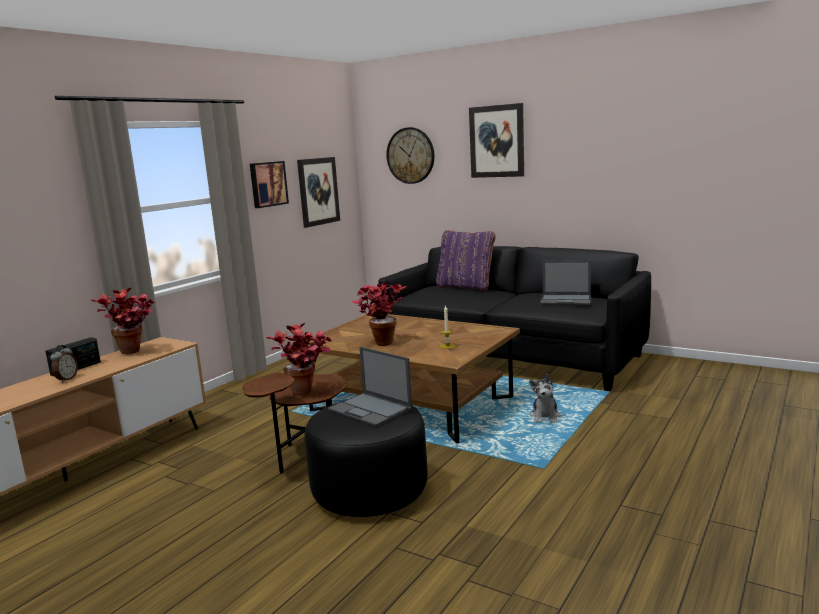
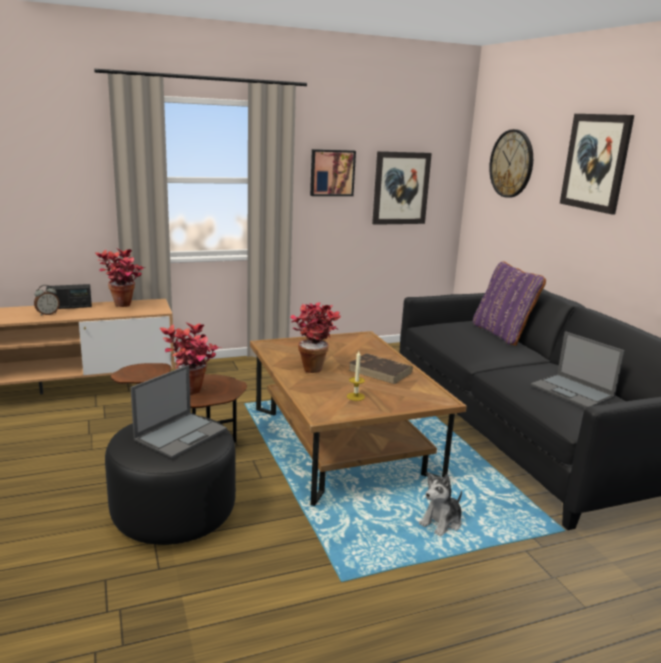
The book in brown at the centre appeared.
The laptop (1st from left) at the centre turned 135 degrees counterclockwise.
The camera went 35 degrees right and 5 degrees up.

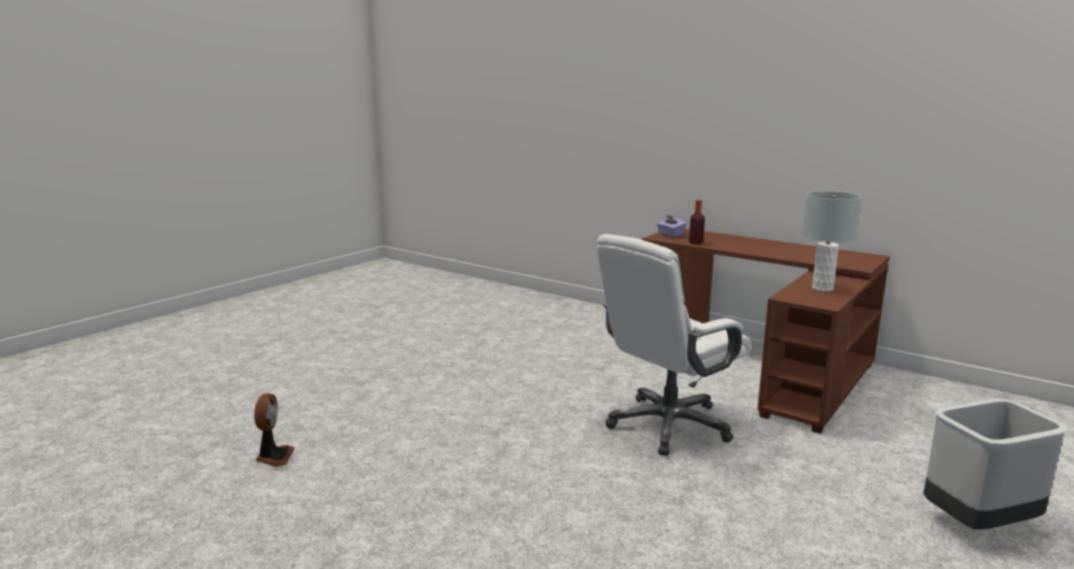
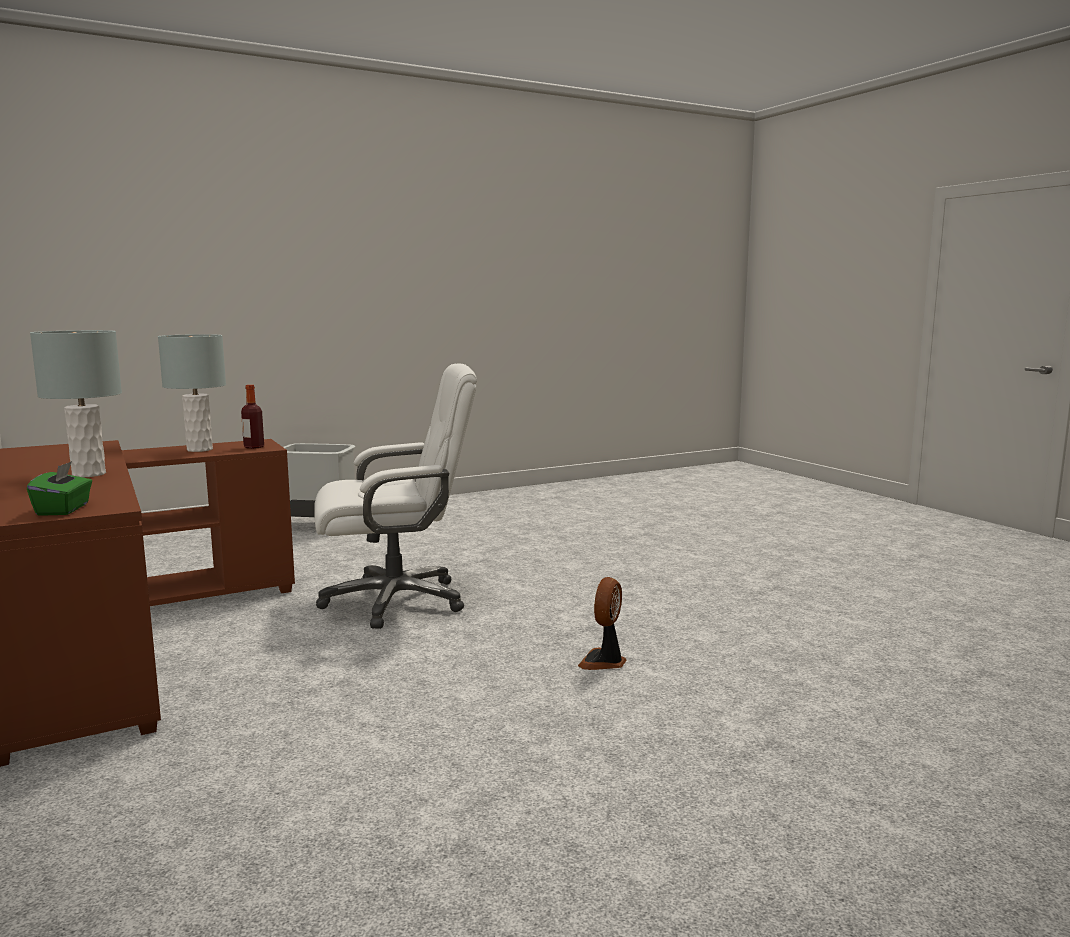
The table lamp in grey (1st from left) at the middle left appeared.
The fan moved from the bottom left to the centre.
The bottle moved from the centre to the middle left.
The tissue box in purple at the centre became the tissue box in green at the middle left.
The camera went 155 degrees left and 5 degrees down.

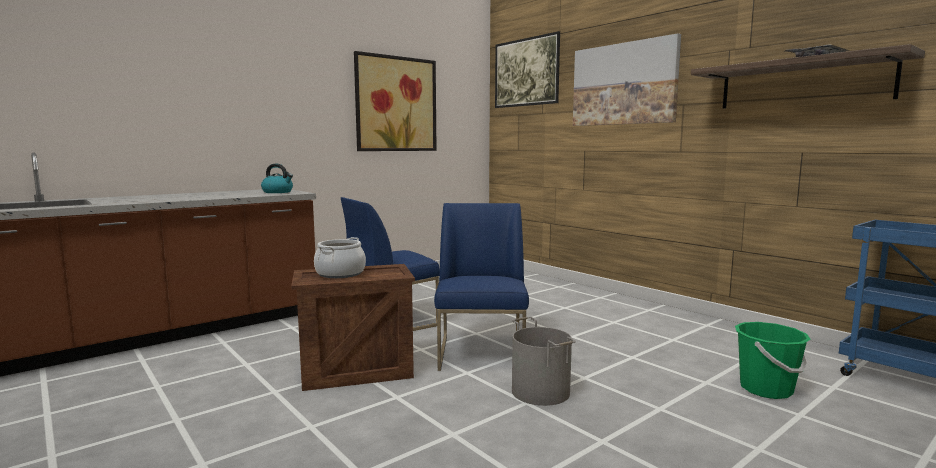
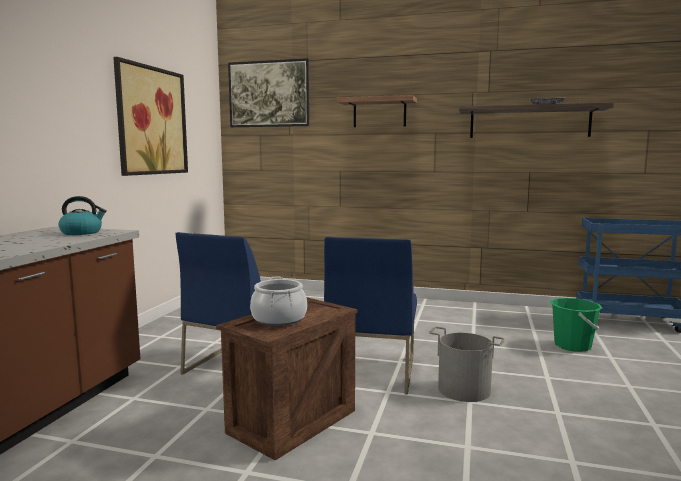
The picture (3rd from left) at the top right was replaced by the shelf (1st from left) at the top centre.
The chair in blue (2nd from left) at the centre turned 135 degrees counterclockwise.
The camera went 35 degrees left and 0 degrees up.

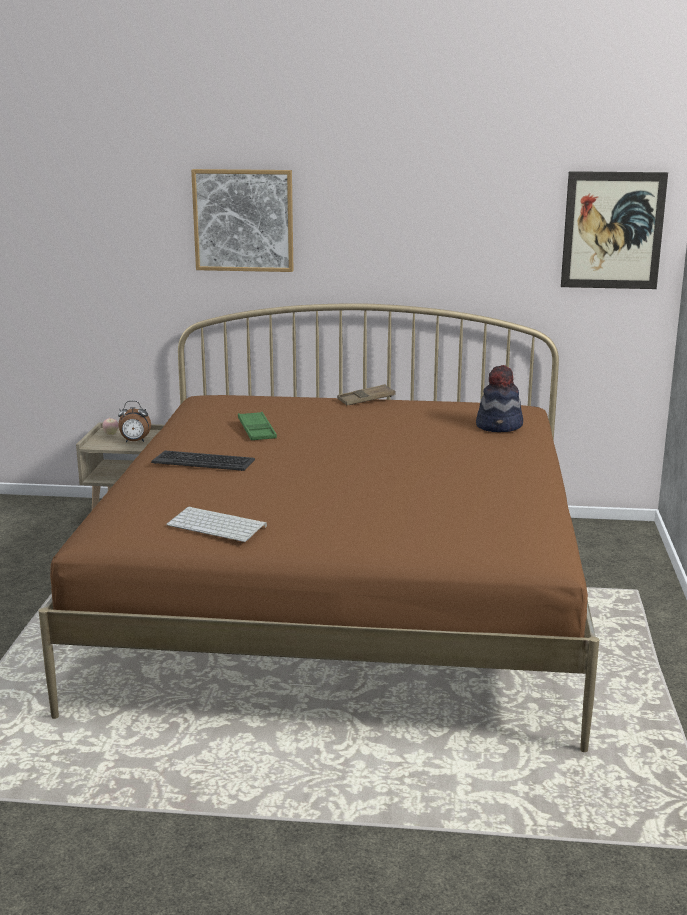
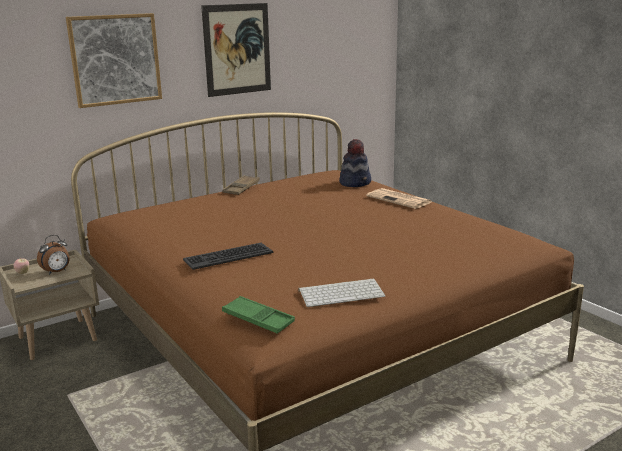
The newspaper at the centre appeared.
The tray in green moved from the centre to the bottom centre.
The picture (2nd from left) moved from the top right to the top centre.
The camera went 40 degrees left and 0 degrees up.

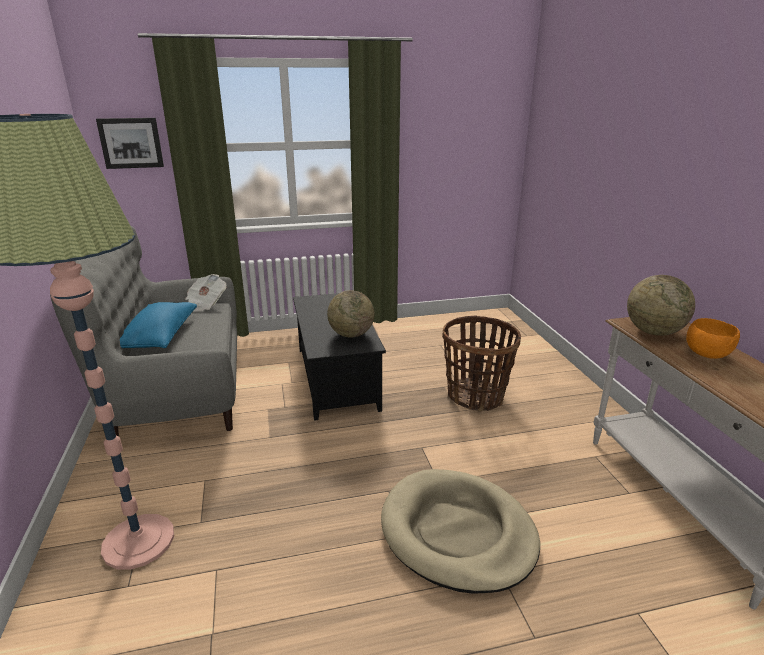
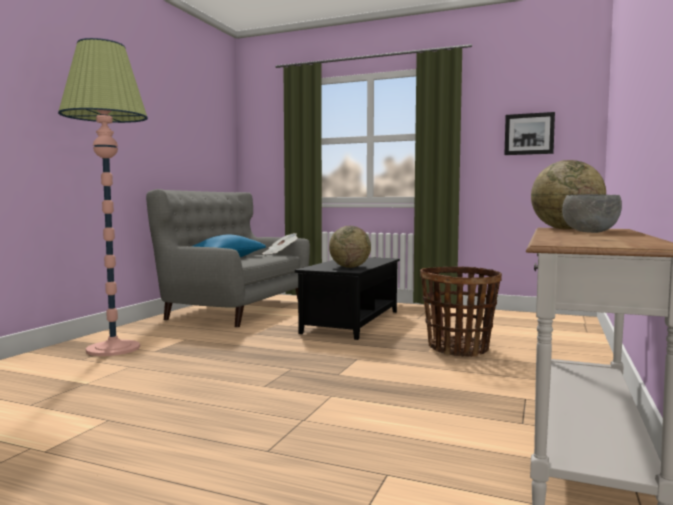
The dog bed in beige at the bottom centre disappeared.
The picture moved from the top left to the top right.
The bowl in orange at the middle right became the bowl in grey at the middle right.
The camera went 35 degrees right and 20 degrees down.

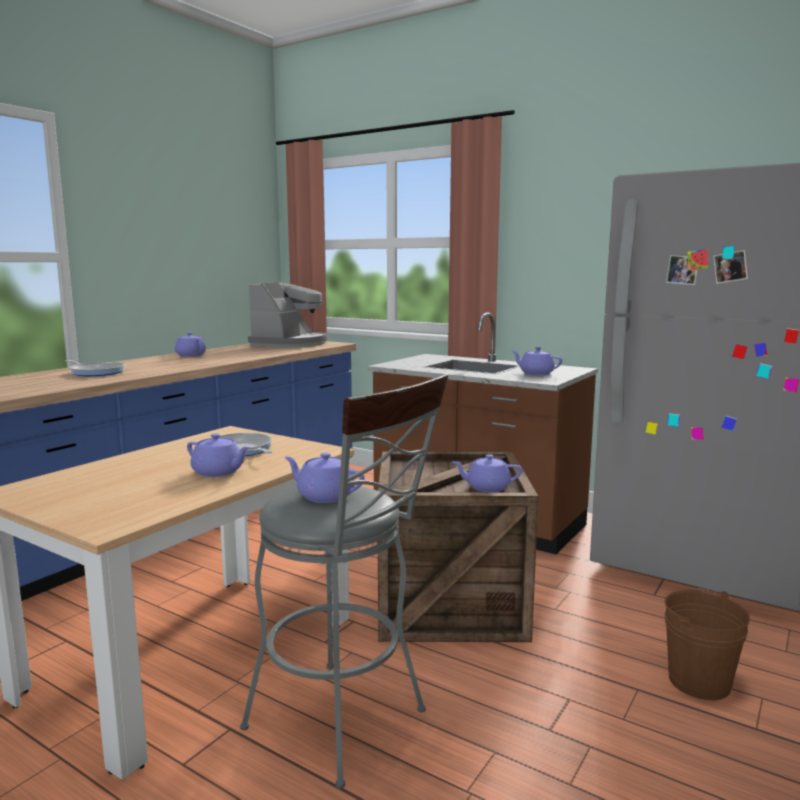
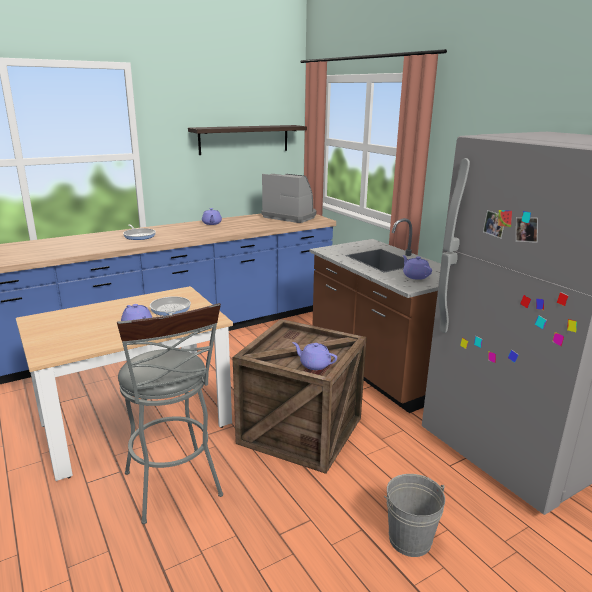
The teapot in purple (3rd from left) at the centre disappeared.
The shelf at the top centre appeared.
The bucket in brown at the bottom right became the bucket in grey at the bottom right.
The coffee machine at the centre turned 105 degrees counterclockwise.
The camera went 25 degrees right and 10 degrees up.

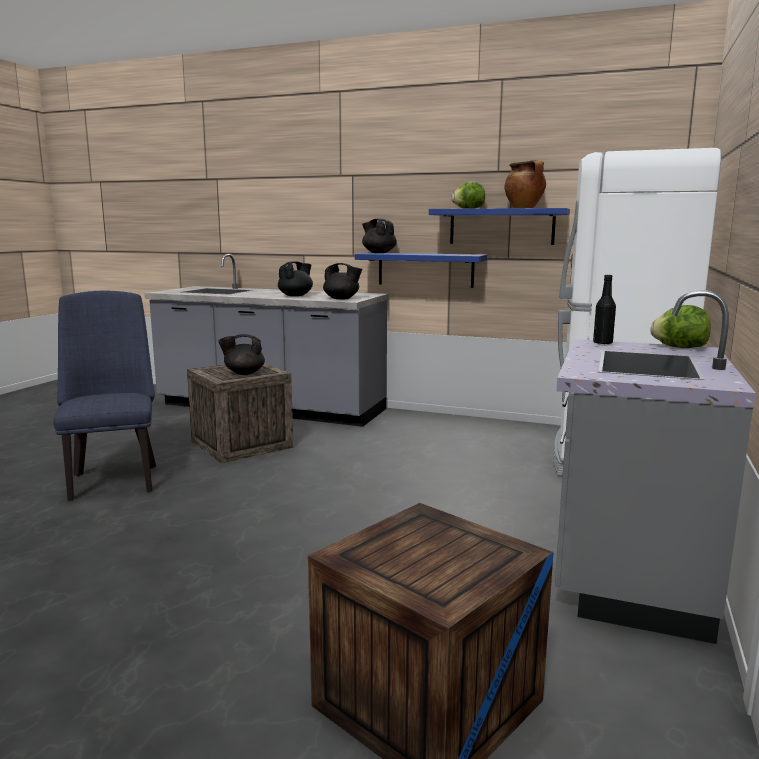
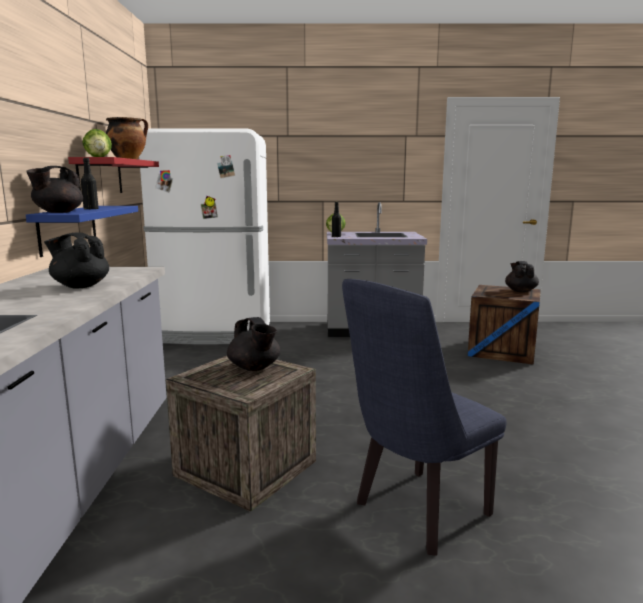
The bottle in black (1st from left) at the top left appeared.
The teapot in black (3rd from left in the first image) moved from the centre to the middle right.
The shelf in blue (2nd from left) at the top centre became the shelf in red at the top left.
The camera went 110 degrees left and 0 degrees up.

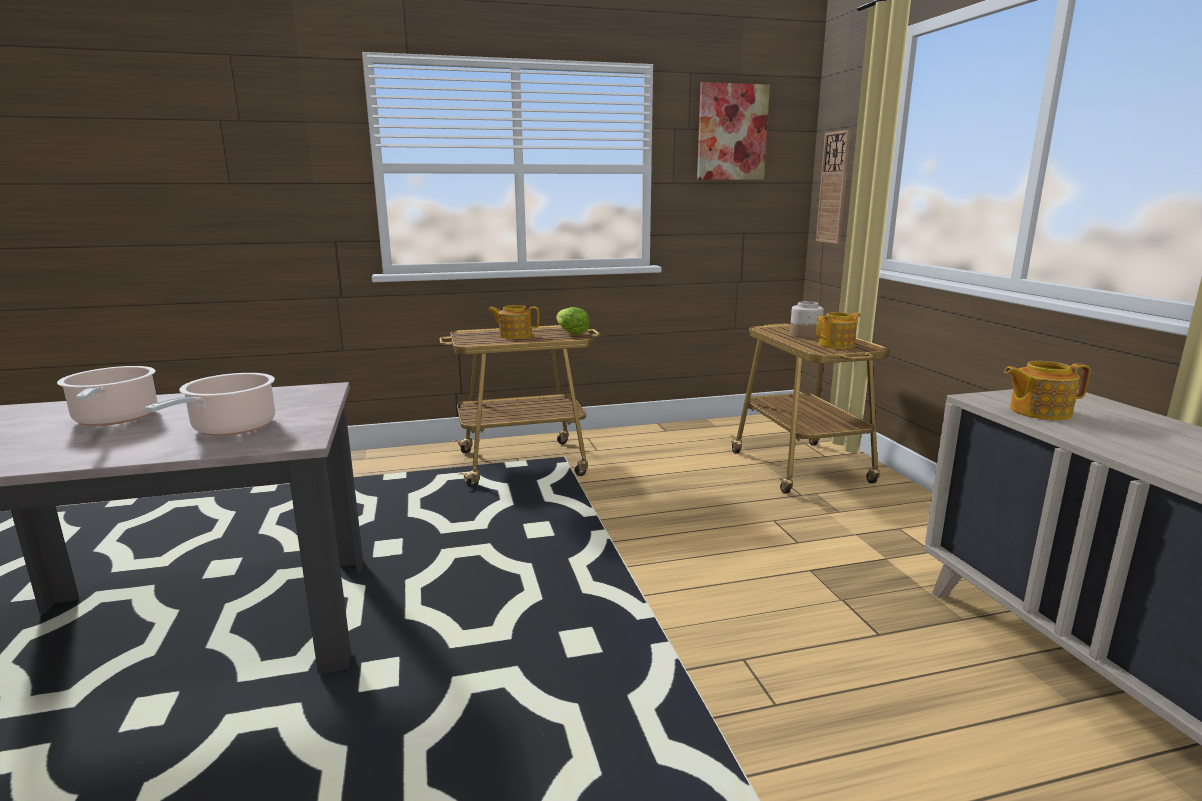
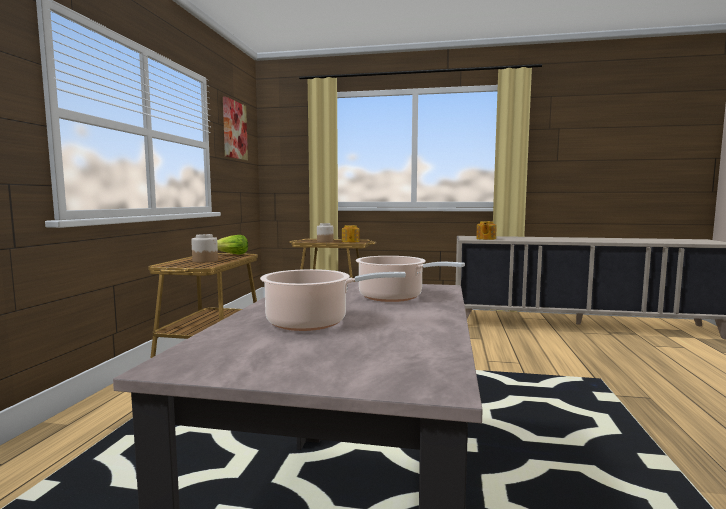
The wall clock at the top right disappeared.
The teapot (1st from left) at the centre was replaced by the jar (1st from left) at the middle left.
The camera went 65 degrees left and 10 degrees down.

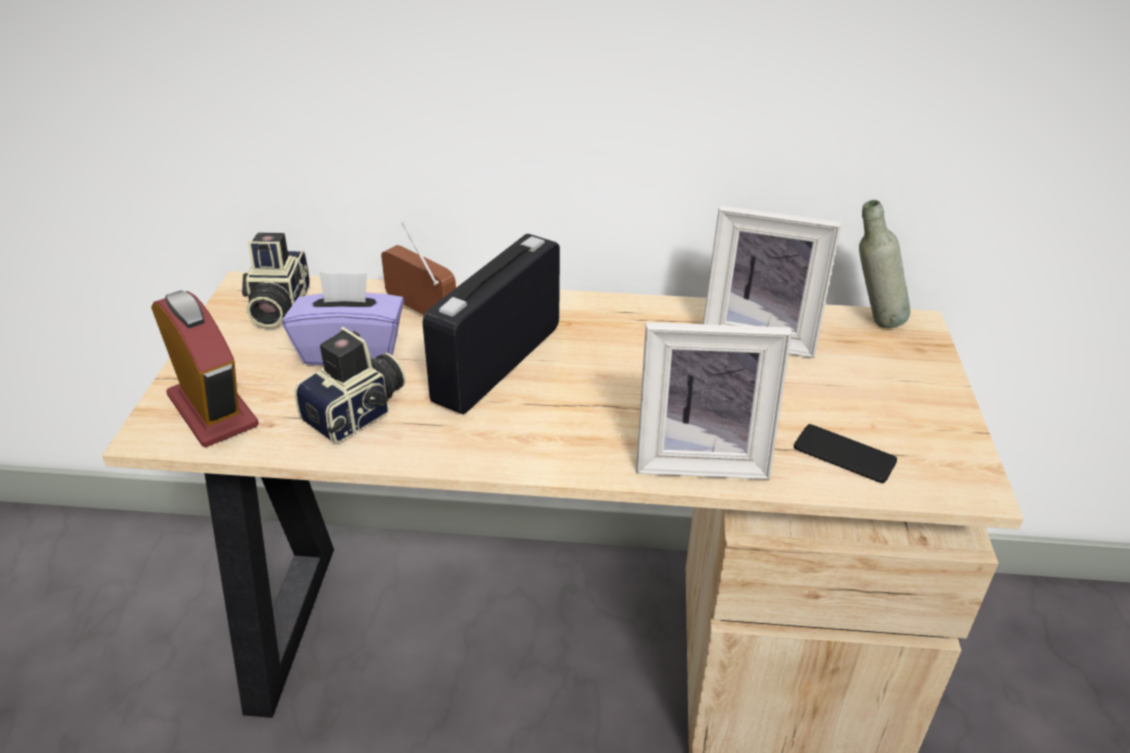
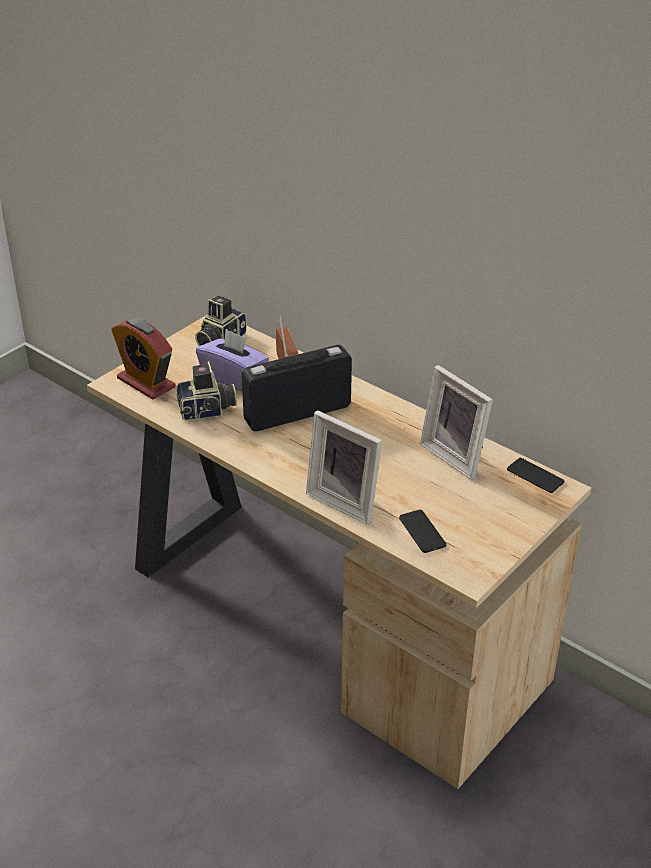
The bottle in grey at the middle right was replaced by the phone (2nd from left) at the middle right.
The alarm clock at the middle left turned 135 degrees clockwise.
The camera went 35 degrees right and 0 degrees up.

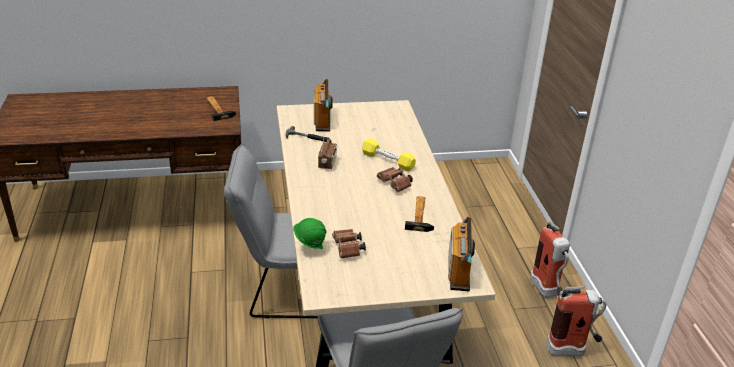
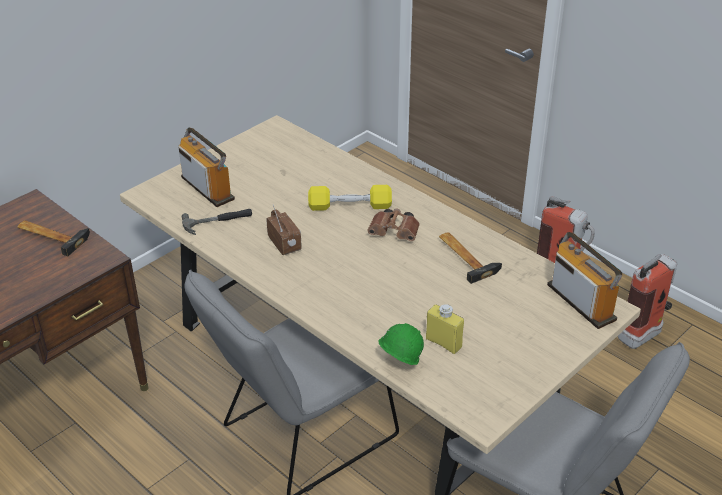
The binoculars in brown (1st from left) at the centre was replaced by the bottle in yellow at the centre.
The camera went 35 degrees left and 5 degrees up.

